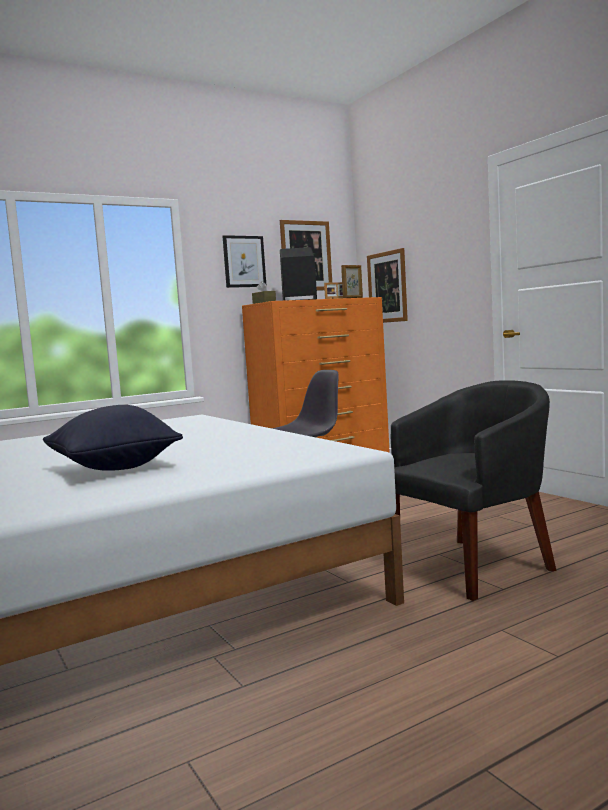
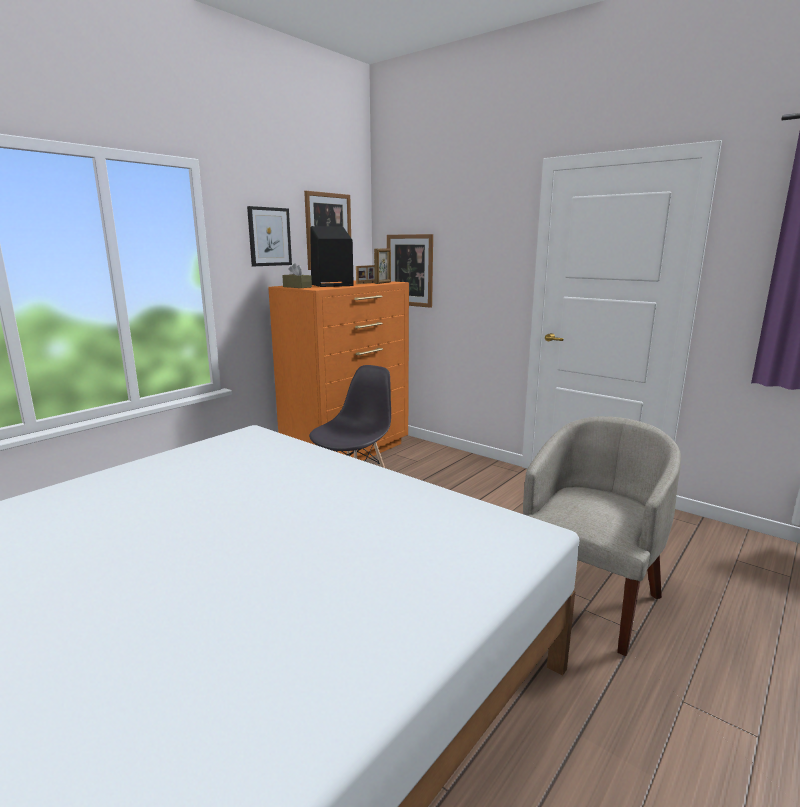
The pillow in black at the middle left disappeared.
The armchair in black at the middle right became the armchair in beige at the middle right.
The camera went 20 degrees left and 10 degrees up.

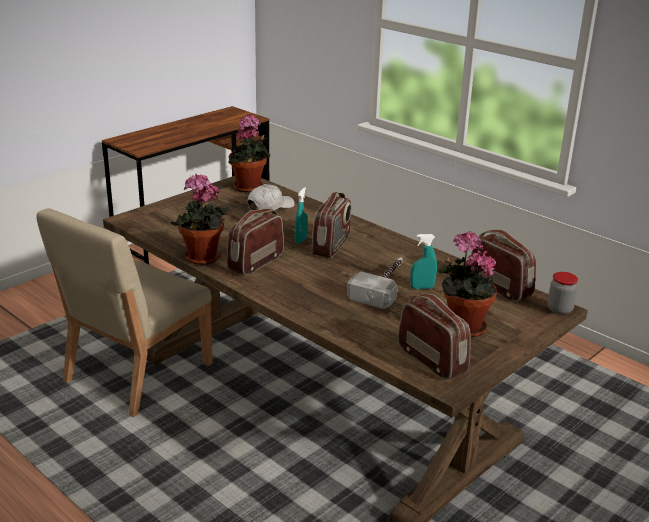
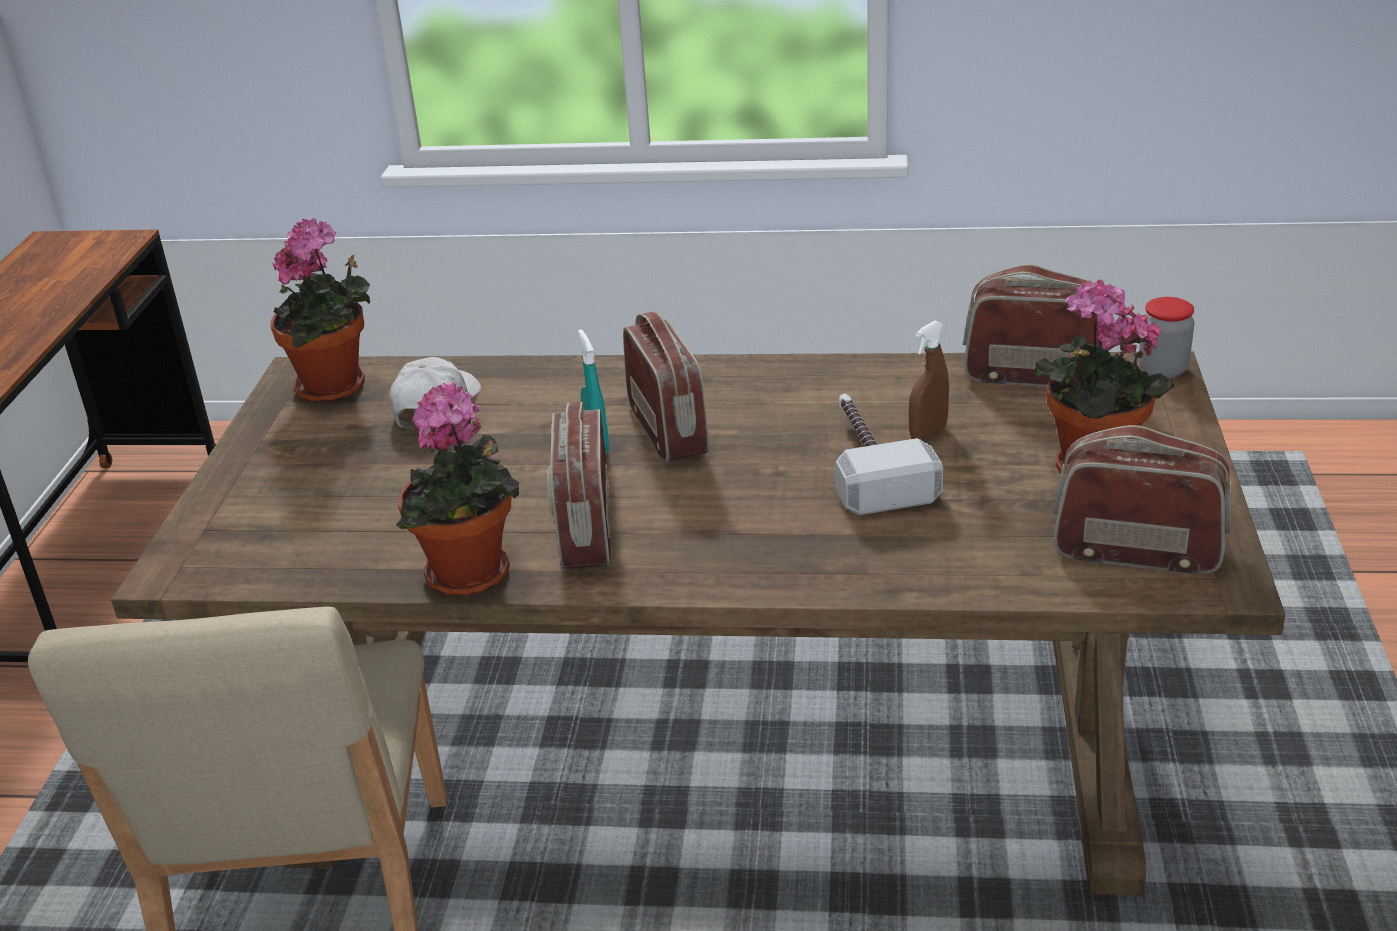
The spray bottle in turquoise (2nd from left) at the centre became the spray bottle in brown at the centre.
The camera went 35 degrees left and 5 degrees up.

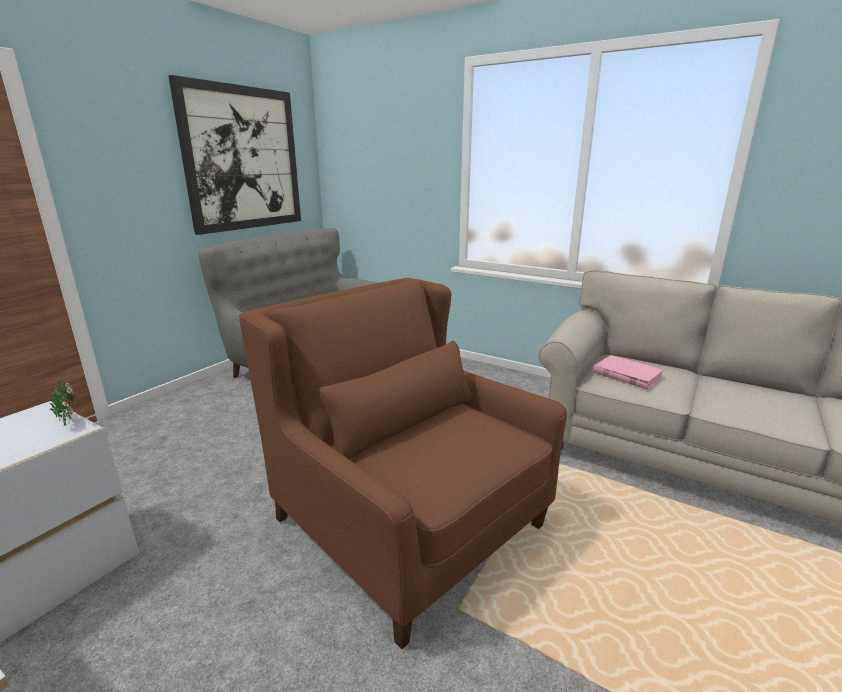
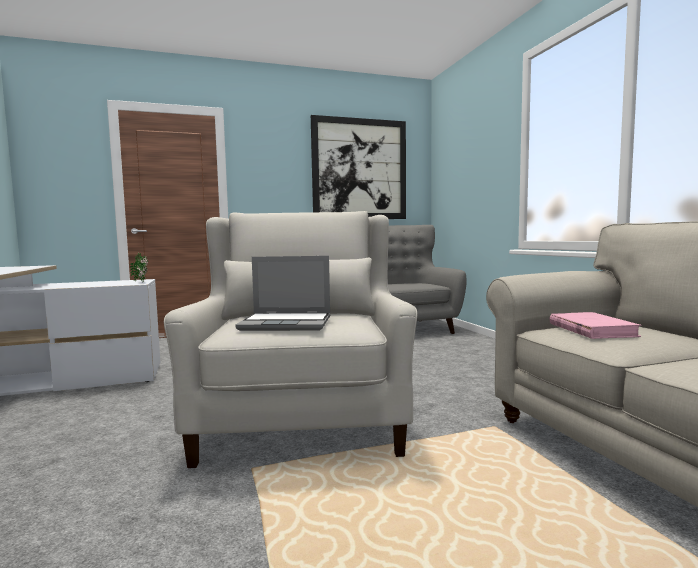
The laptop at the centre appeared.
The armchair in brown at the bottom centre became the armchair in white at the centre.
The camera went 40 degrees right and 15 degrees down.

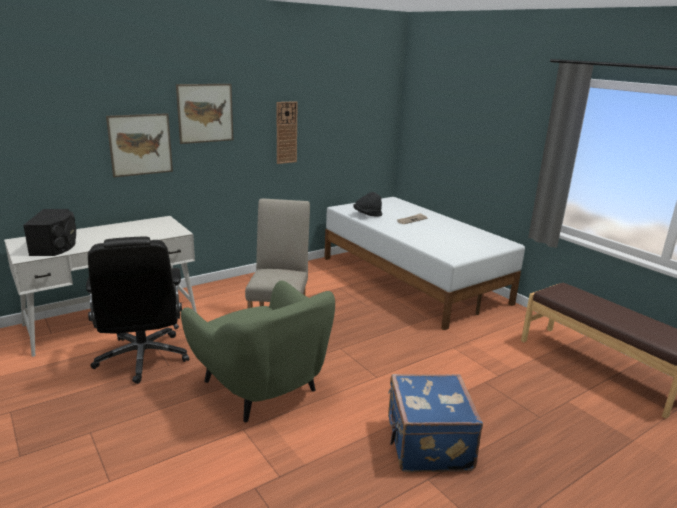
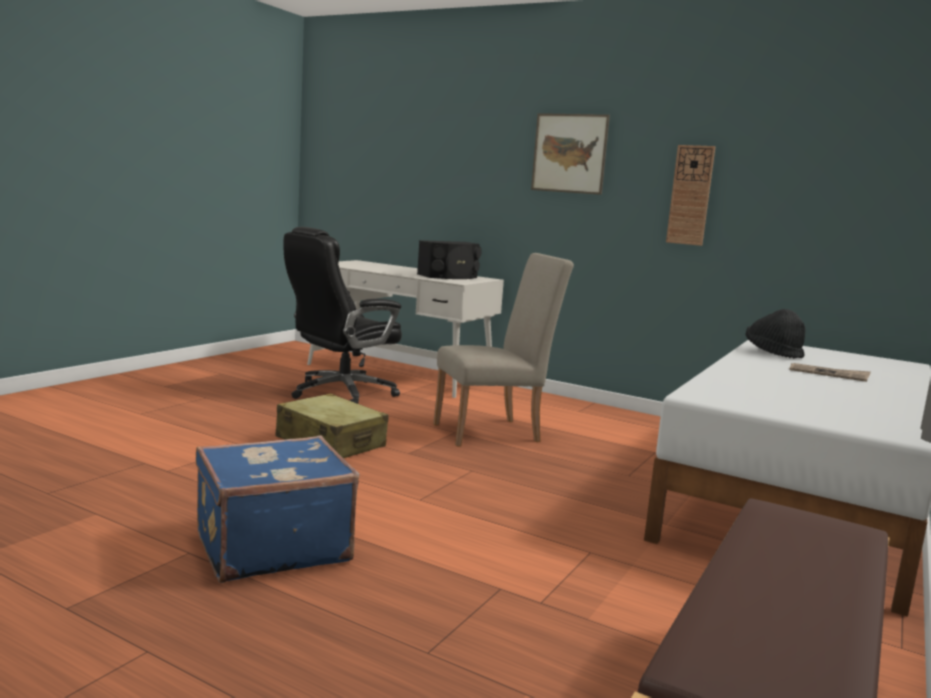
The picture (1st from left) at the top left disappeared.
The speaker in black moved from the middle left to the centre.
The armchair in green at the bottom centre was replaced by the suitcase in beige at the centre.
The camera went 65 degrees right and 10 degrees down.

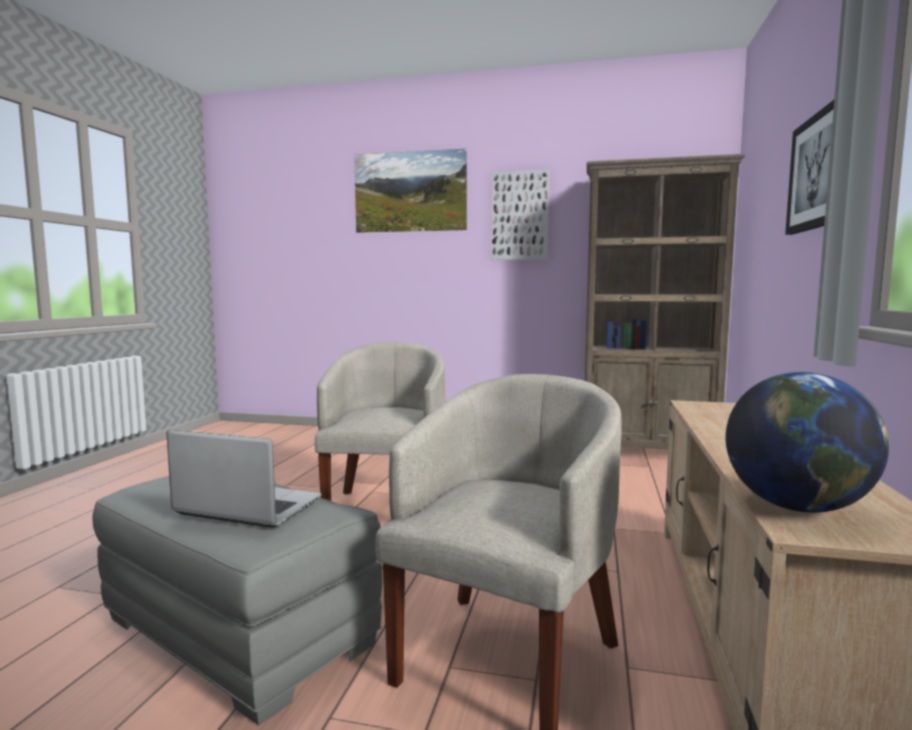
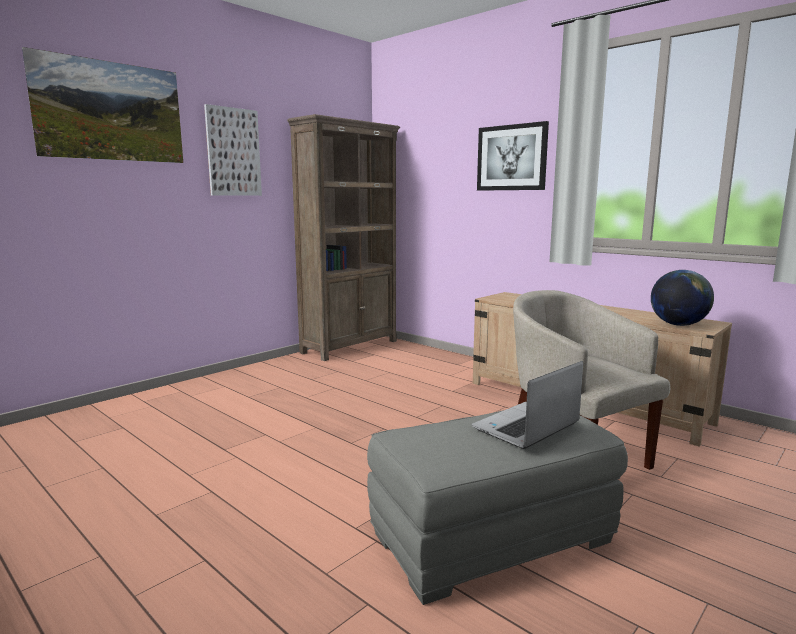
The armchair in beige (1st from left) at the centre disappeared.
The camera went 60 degrees left and 5 degrees up.

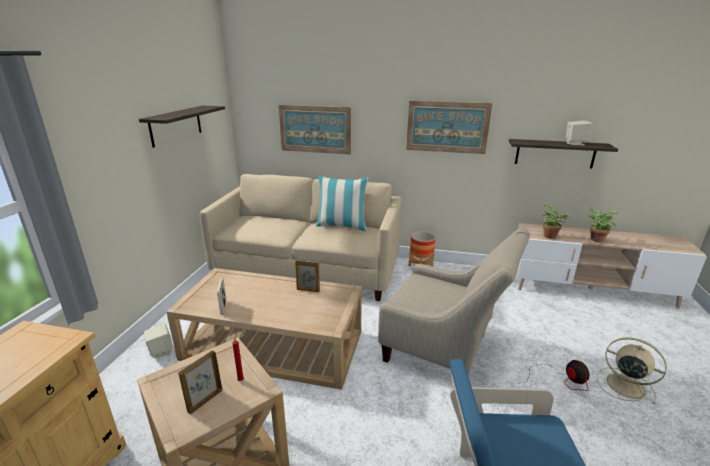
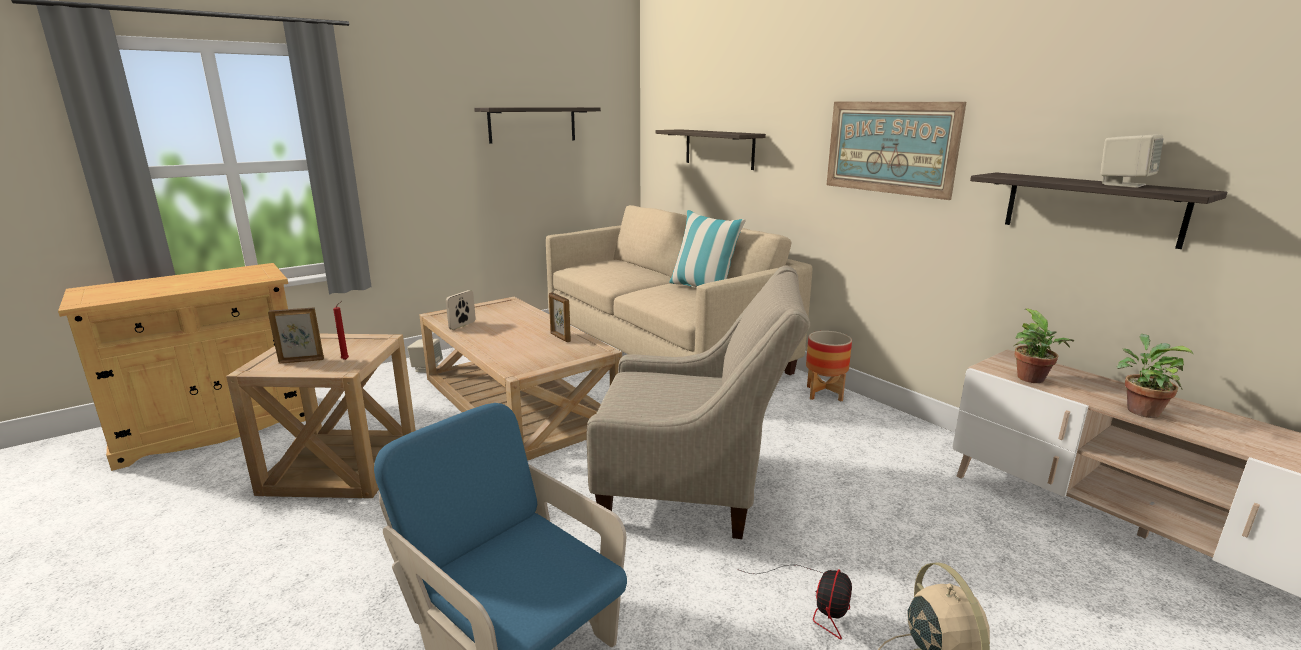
The picture (1st from left) at the top centre was replaced by the shelf (2nd from left) at the top centre.
The armchair in beige at the centre turned 60 degrees counterclockwise.
The camera went 40 degrees right and 5 degrees down.

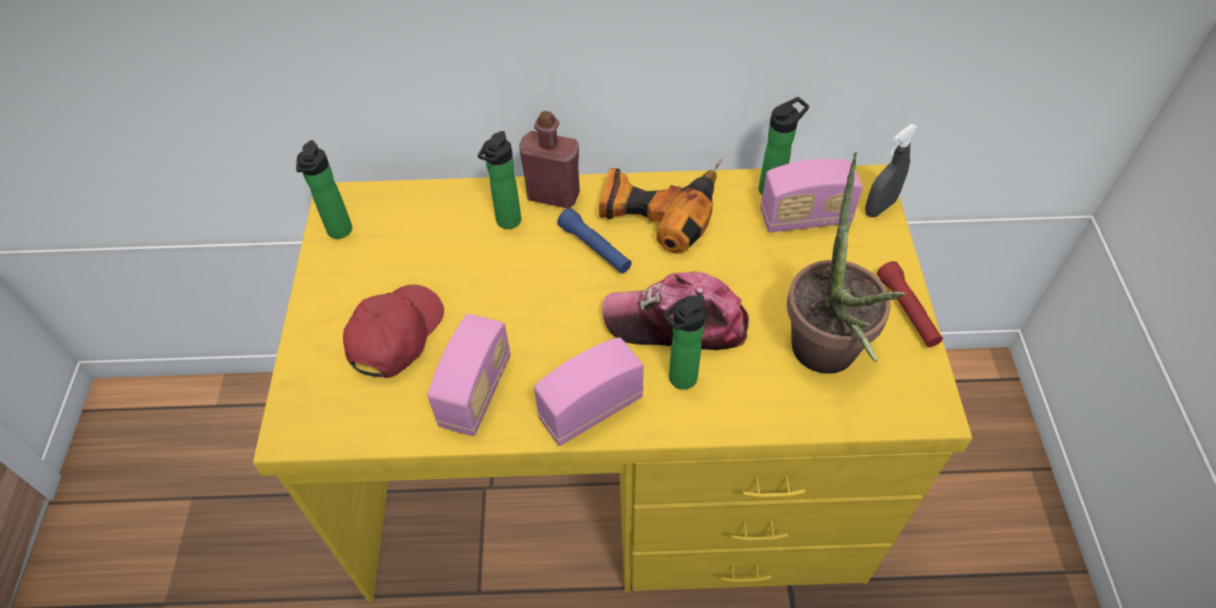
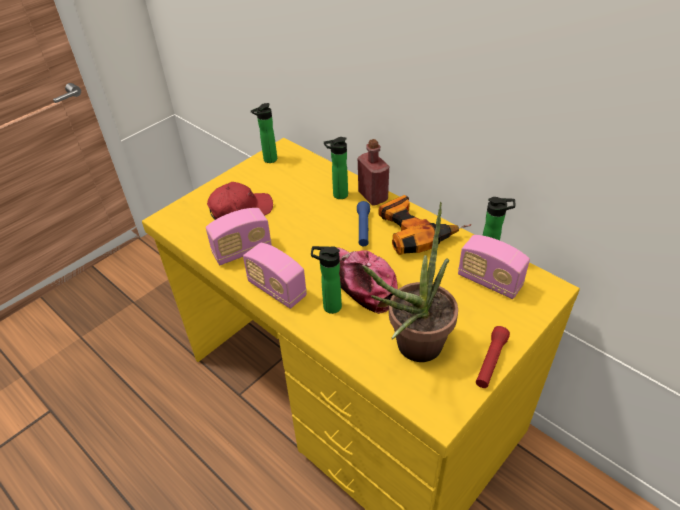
The spray bottle in grey at the top right disappeared.
The radio (2nd from left) at the centre turned 150 degrees counterclockwise.
The camera went 45 degrees right and 10 degrees down.

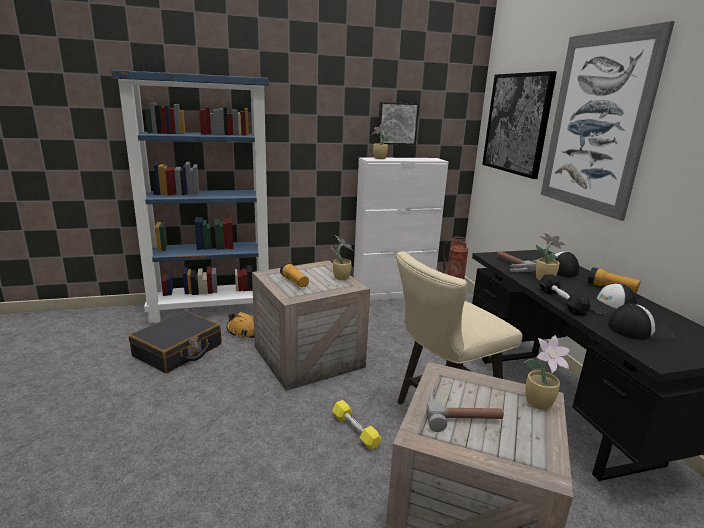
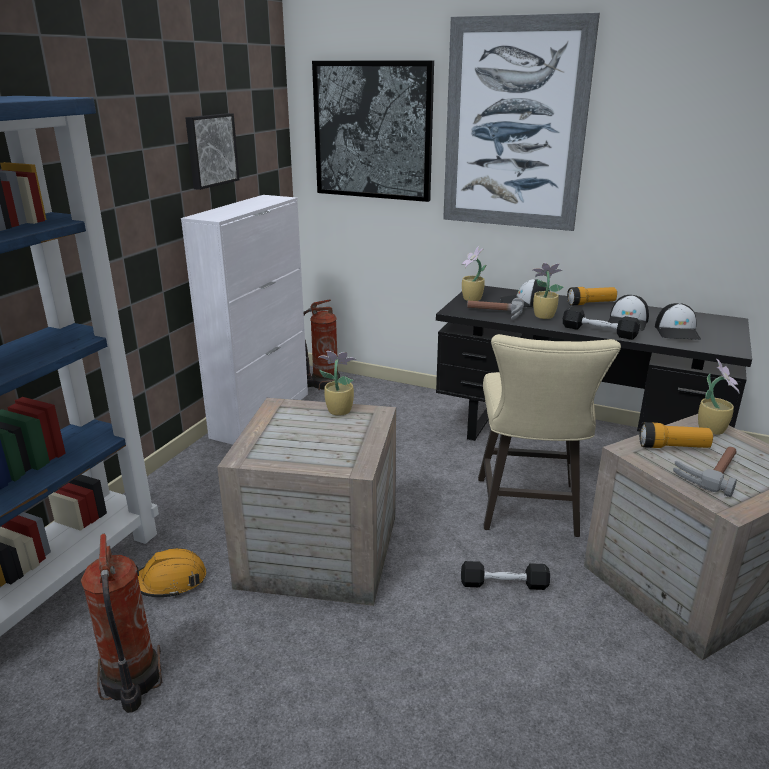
The flashlight (1st from left in the first image) moved from the centre to the middle right.
The potted plant (2nd from left) moved from the top centre to the centre.
The suitcase in black at the middle left was replaced by the fire extinguisher (1st from left) at the bottom left.
The dumbbell in yellow at the bottom centre became the dumbbell in black (1st from left) at the bottom centre.
The cap (3rd from left) at the middle right turned 150 degrees clockwise.
The camera went 50 degrees left and 5 degrees up.

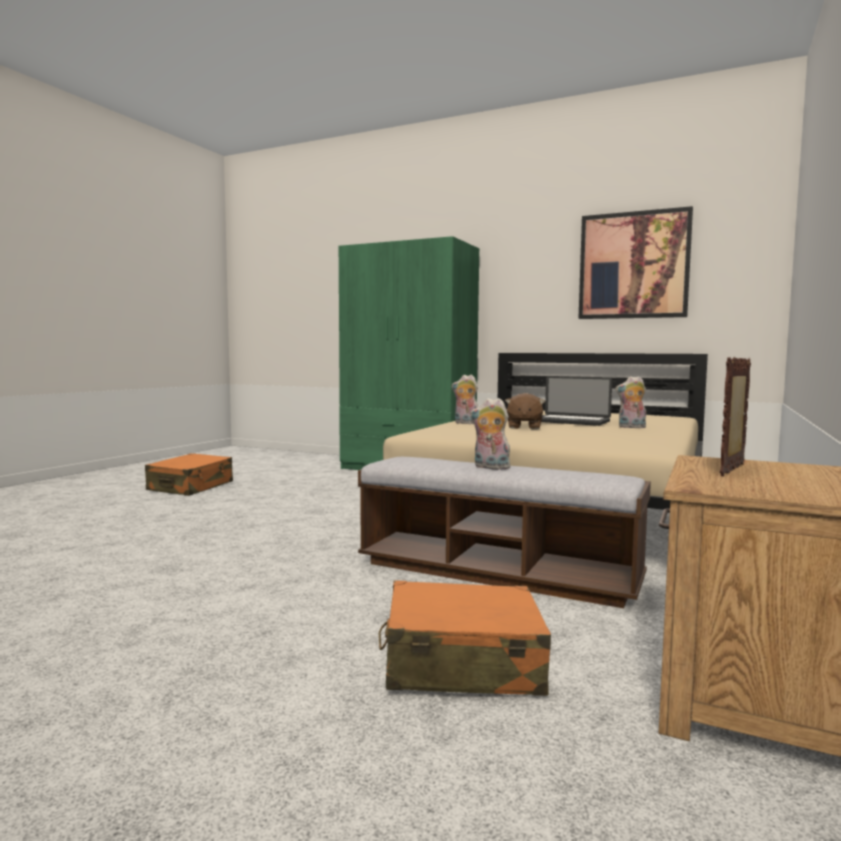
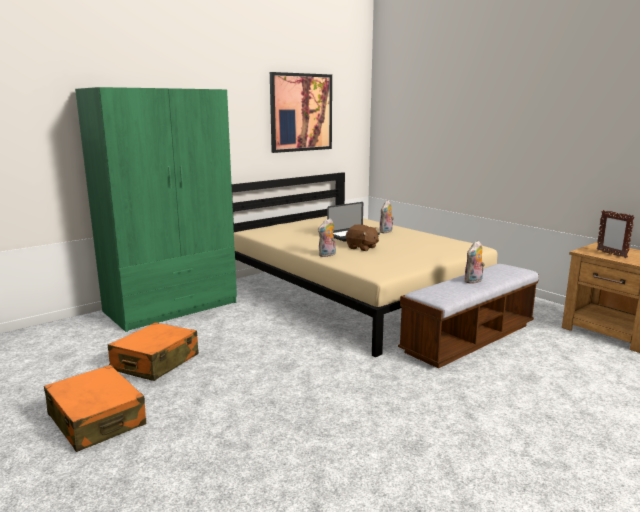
The suitcase in orange (2nd from left) moved from the bottom centre to the bottom left.
The camera went 65 degrees left and 10 degrees up.

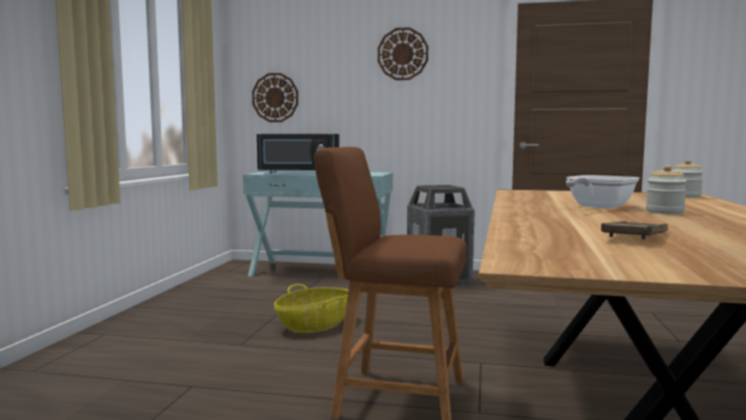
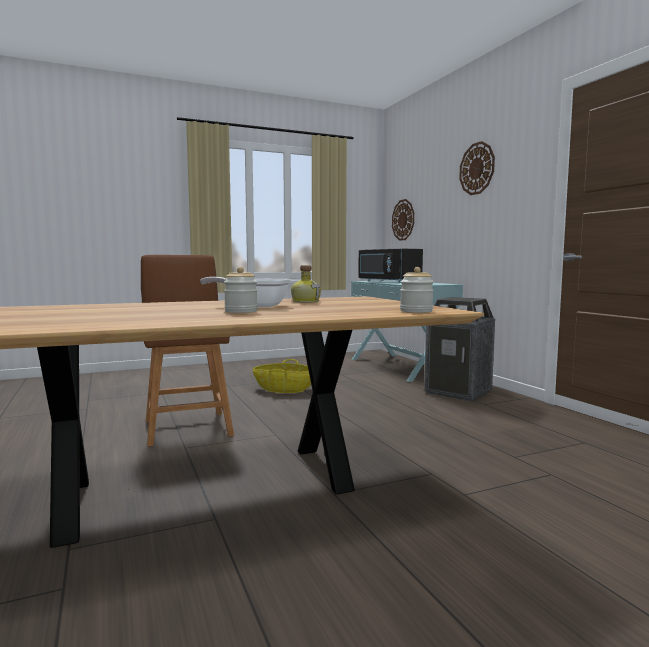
The tray in brown at the middle right disappeared.
The bottle at the centre appeared.
The camera went 55 degrees right and 0 degrees up.

